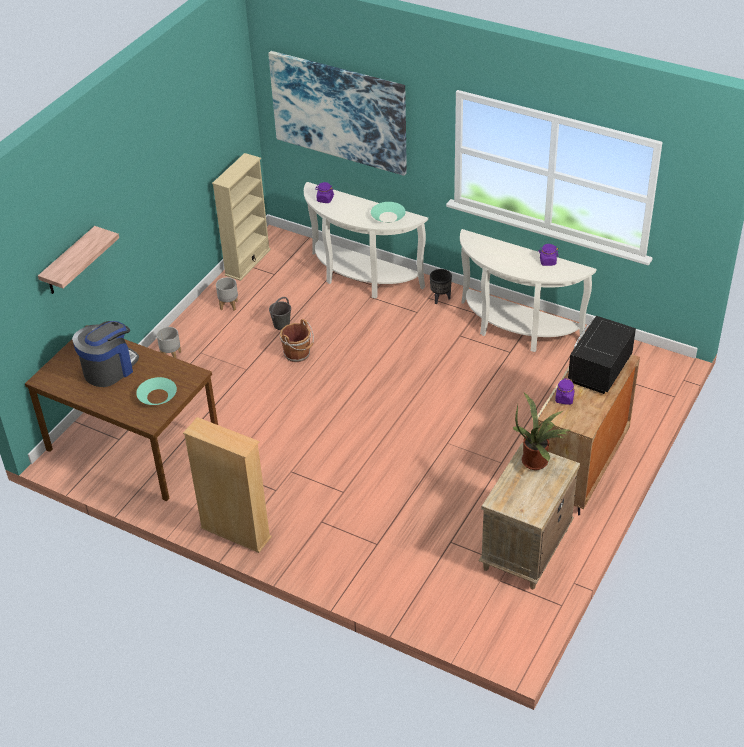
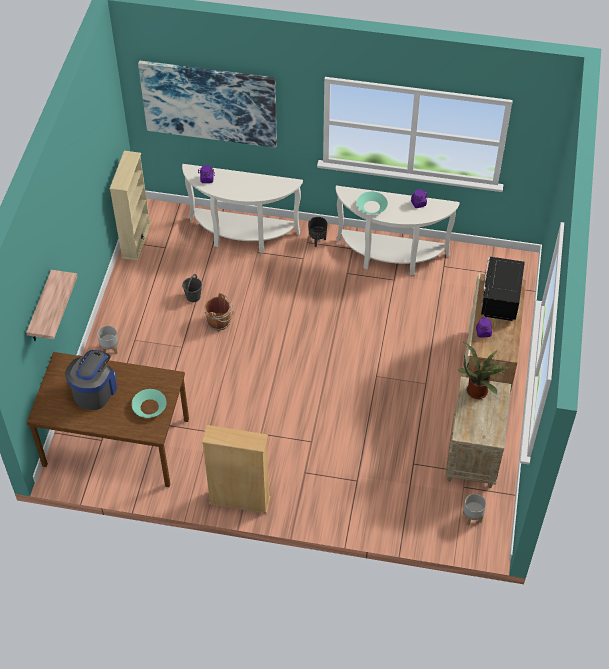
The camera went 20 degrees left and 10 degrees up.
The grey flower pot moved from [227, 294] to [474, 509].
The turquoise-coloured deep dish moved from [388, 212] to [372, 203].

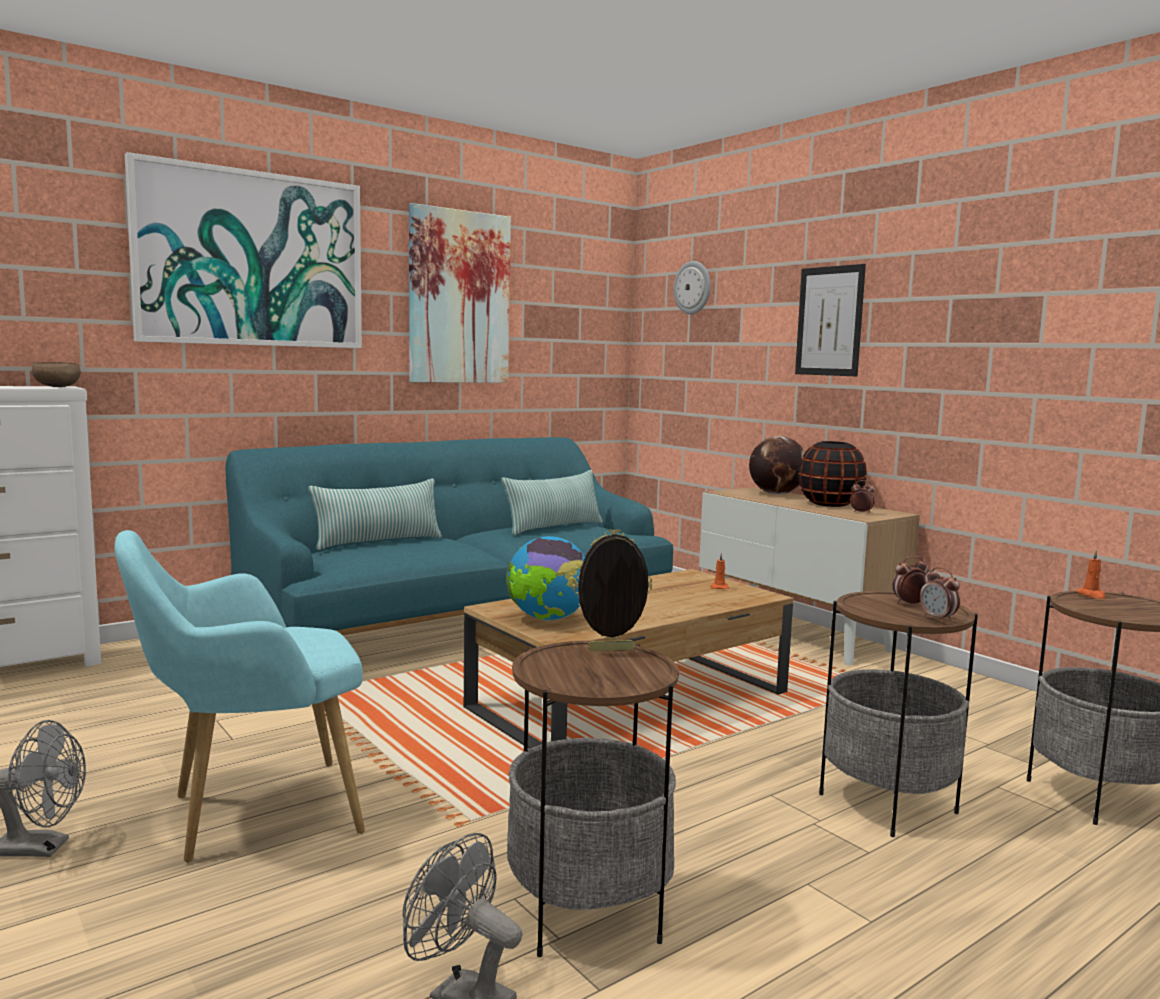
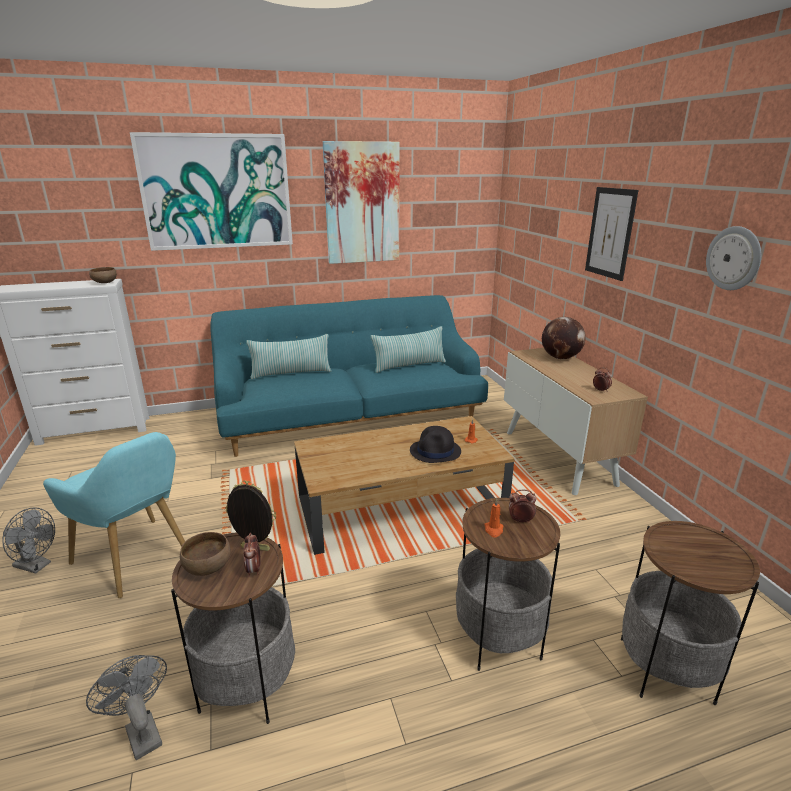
The camera went 20 degrees right and 15 degrees up.
The desk globe at [545, 578] disappeared.
The blackish flower vase at [832, 474] disappeared.
The brown-coloured deep dish at [205, 554] appeared.
The blackish hat at [435, 444] appeared.
The wall clock moved from [692, 287] to [733, 258].
The table clock moved from [940, 595] to [251, 555].
The orange candle moved from [1090, 574] to [493, 518].
The turquoise-coloured armchair at [239, 696] turned 135 degrees counterclockwise.

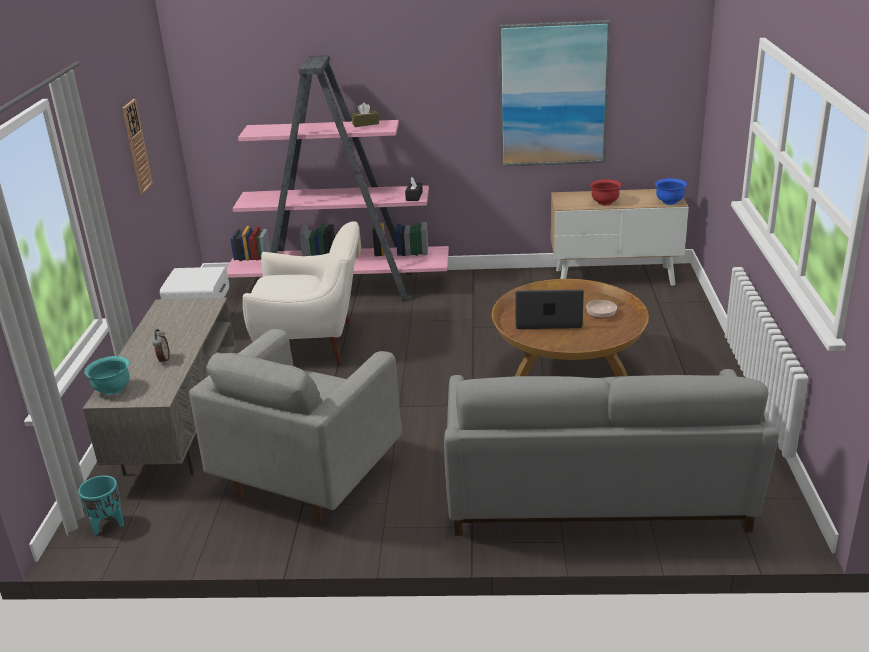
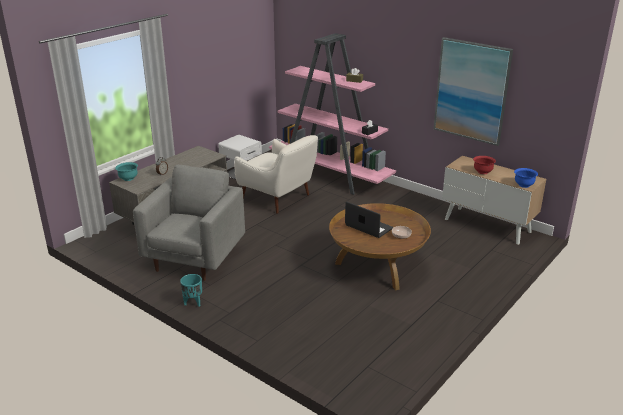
The camera went 35 degrees right and 0 degrees up.
The wall clock at [137, 147] disappeared.
The grey settee at [611, 452] disappeared.
The turquoise-coloured flower pot moved from [101, 505] to [191, 290].
The grey armchair at [295, 426] turned 135 degrees clockwise.

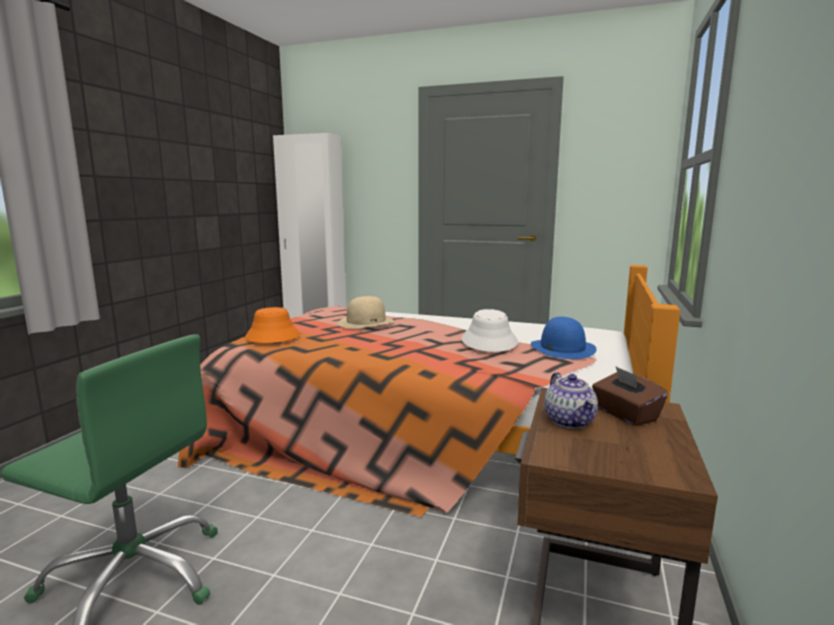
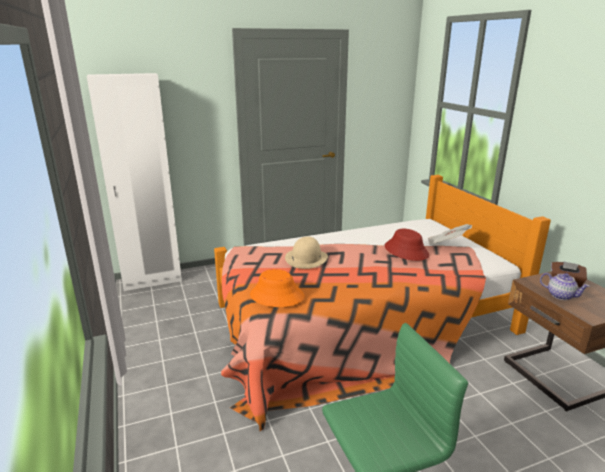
The camera went 40 degrees left and 10 degrees up.
The blue-coloured hat at [563, 338] was replaced by the daily paper at [450, 234].
The whitish hat at [490, 330] became the reddish hat at [407, 245].

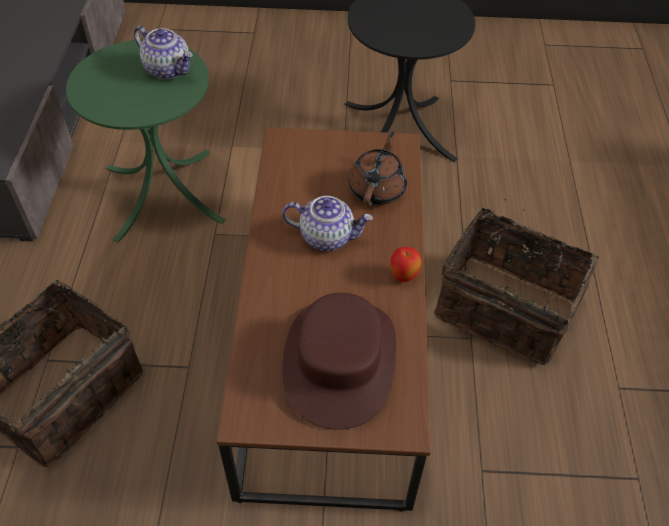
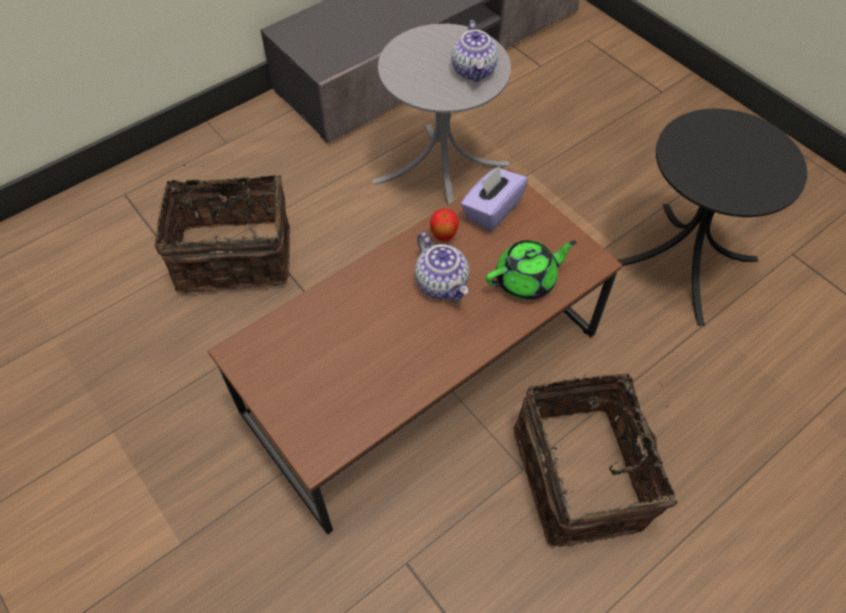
The camera went 50 degrees right and 5 degrees up.
The brown-coloured hat at [339, 361] disappeared.
The purple tissue holder at [494, 199] appeared.
The apple fruit moved from [406, 264] to [444, 225].
The green accent table at [146, 140] became the grey accent table at [441, 114].
The brown-coloured teapot at [377, 168] became the green teapot at [531, 270].

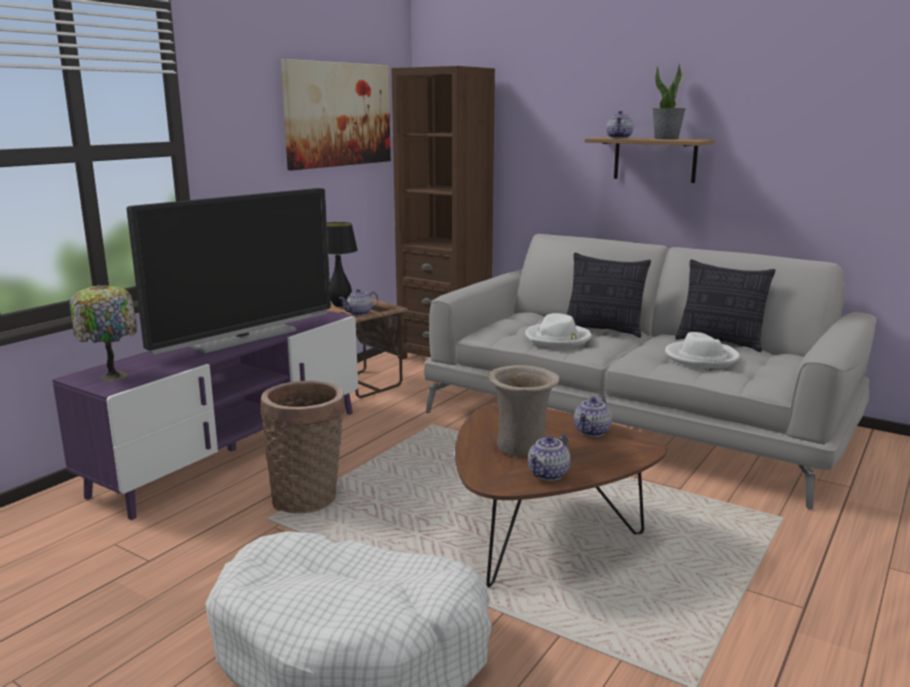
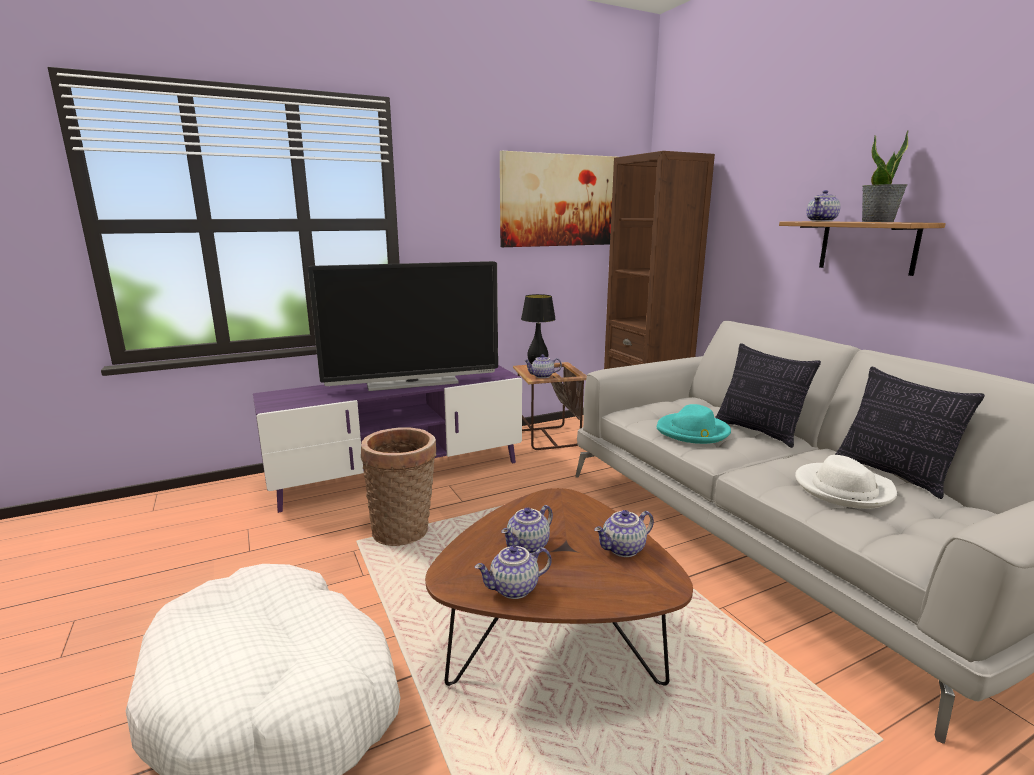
The camera went 30 degrees right and 0 degrees up.
The lamp for a table at [103, 333] disappeared.
The beige flower vase at [524, 411] was replaced by the teapot at [527, 529].
The whitish hat at [558, 330] became the turquoise-coloured hat at [694, 424].

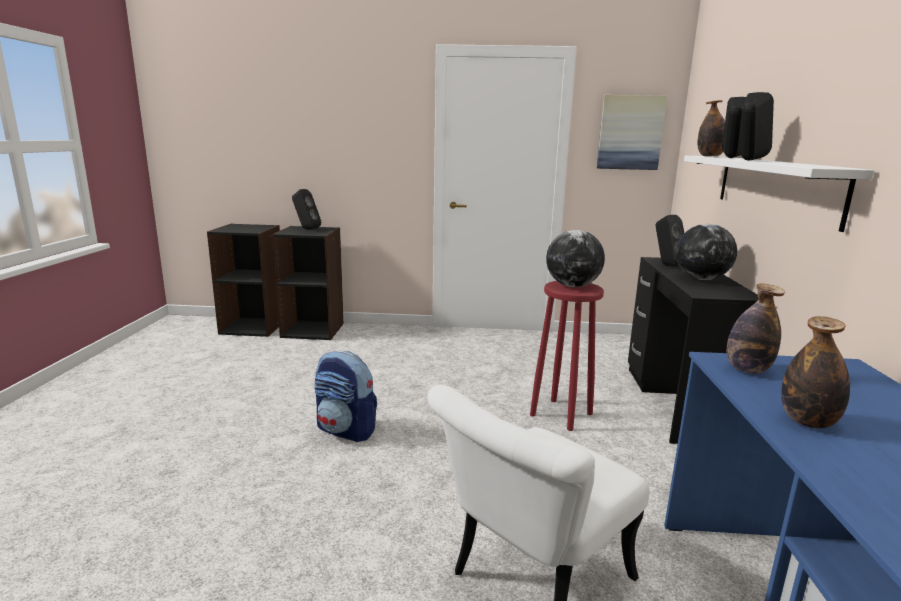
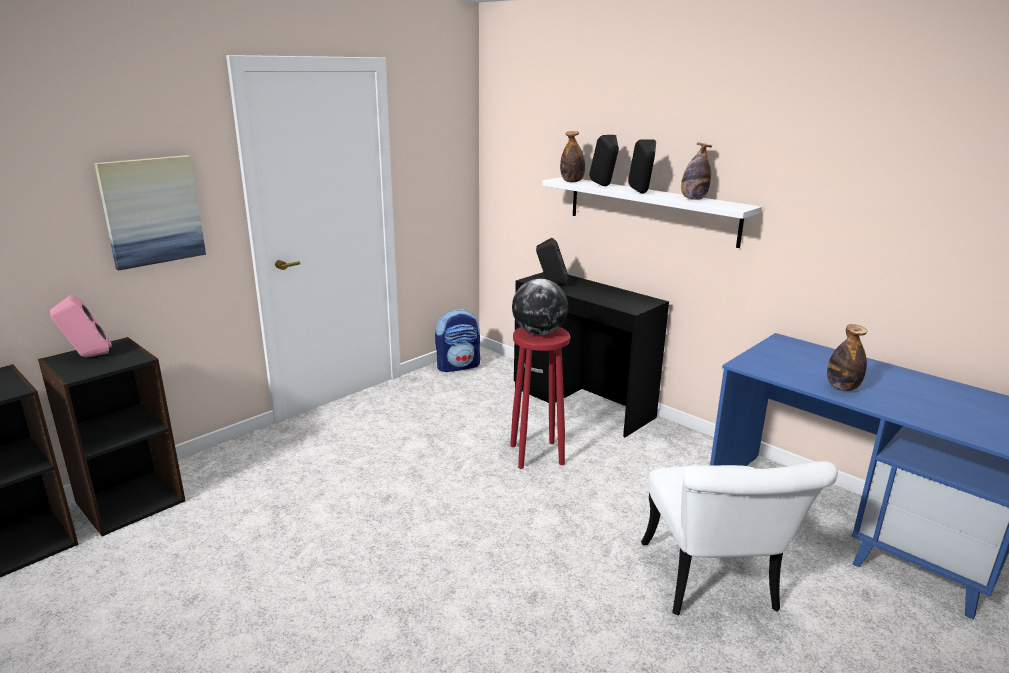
The camera went 50 degrees left and 5 degrees up.
The desk globe at [706, 252] disappeared.
The rucksack moved from [345, 396] to [457, 340].
The picture moved from [632, 132] to [150, 212].
The drink bottle moved from [756, 329] to [696, 171].
The blackish loudspeaker at [306, 209] became the pink-coloured loudspeaker at [81, 326].

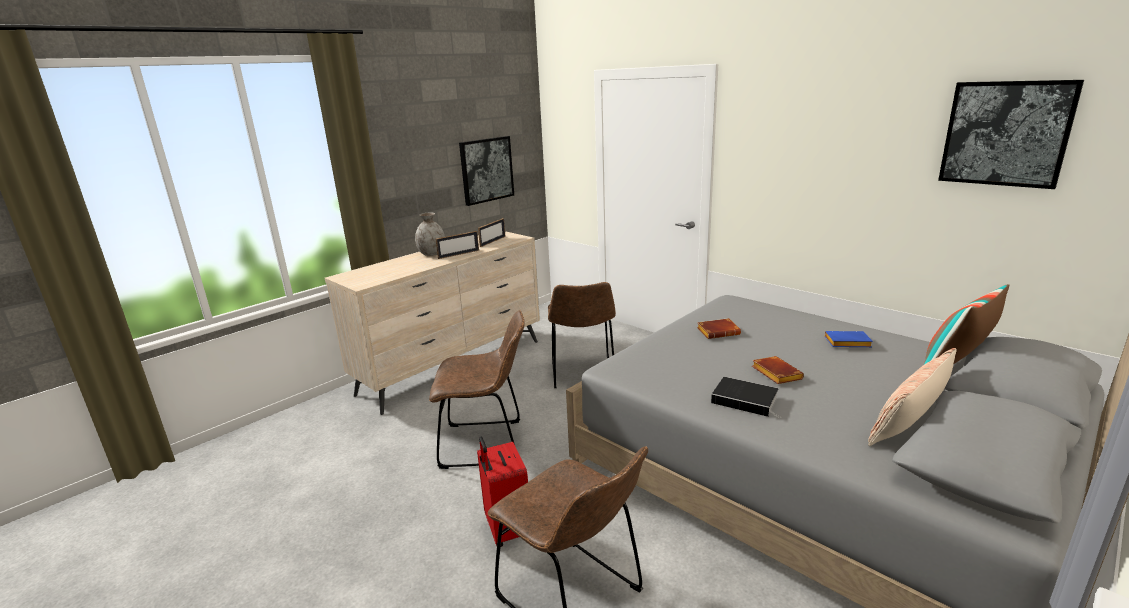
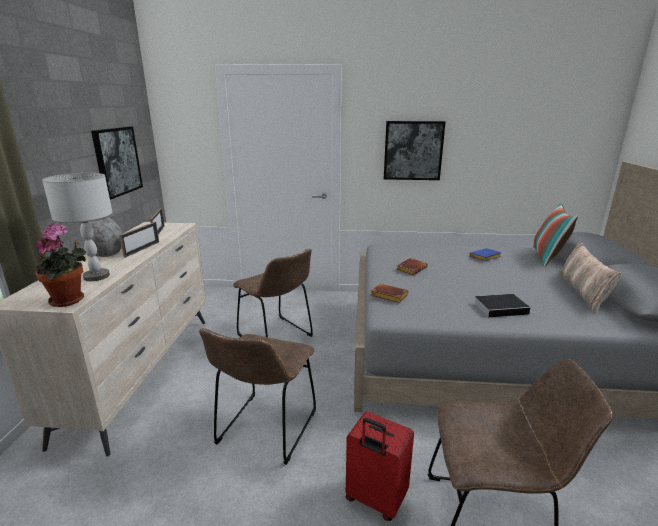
The camera went 40 degrees left and 0 degrees up.
The plant in a pot at [60, 265] appeared.
The grey lamp for a table at [77, 227] appeared.
The brown-coloured volume moved from [778, 370] to [389, 293].
The picture moved from [1011, 134] to [414, 150].
The brown-coloured upright chair at [477, 389] turned 150 degrees clockwise.

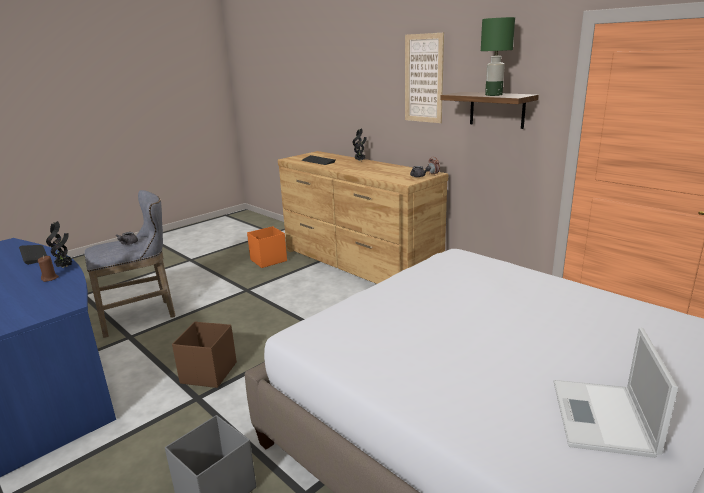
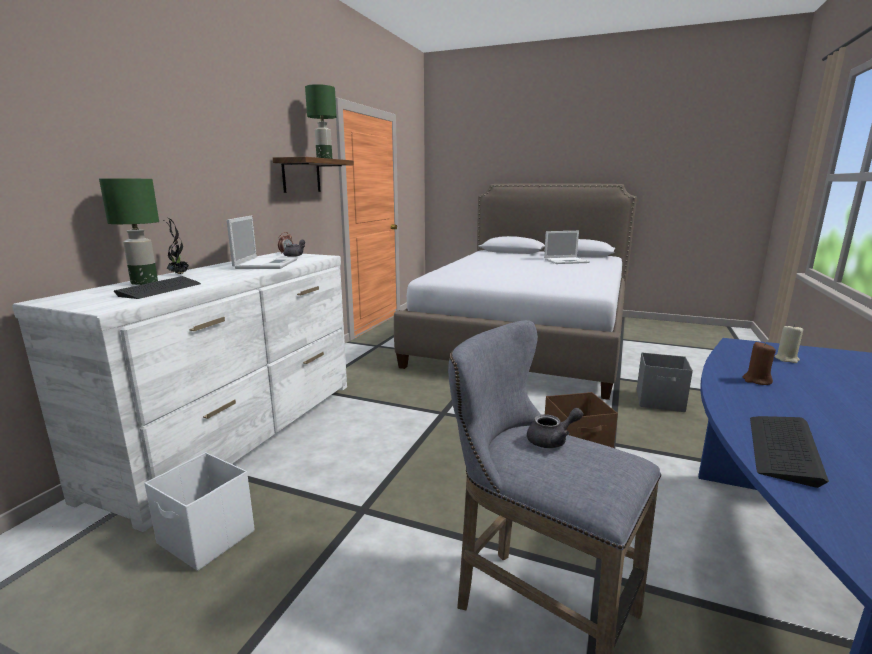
The camera went 115 degrees left and 5 degrees down.
The plant in a pot at [59, 244] disappeared.
The picture at [424, 78] disappeared.
The green lamp for a table at [129, 232] appeared.
The portable computer at [262, 242] appeared.
The beige candle at [789, 343] appeared.
The orange storage container at [267, 247] became the whitish storage container at [199, 511].
The brown-coloured chest of drawers at [363, 217] became the whitish chest of drawers at [179, 392].

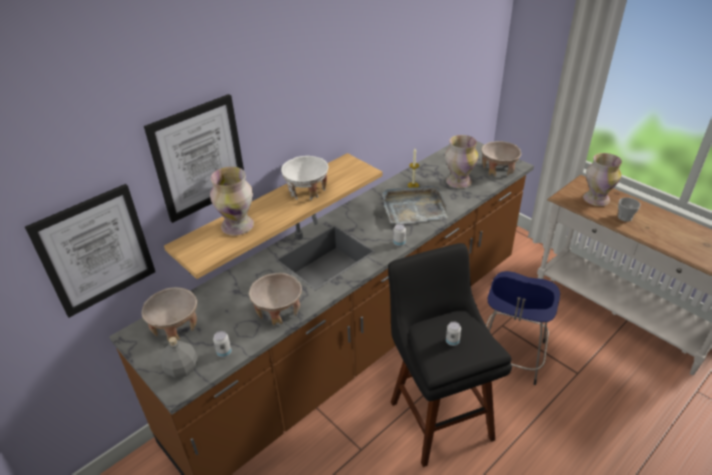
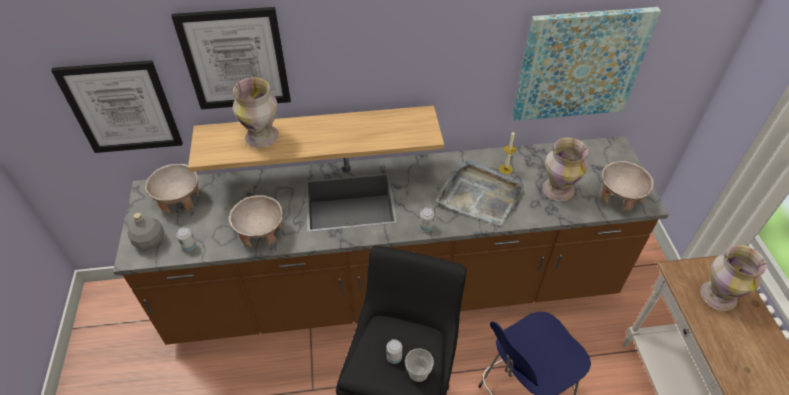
The camera went 35 degrees right and 10 degrees up.
The whitish deep dish at [304, 178] disappeared.
The picture at [587, 64] appeared.
The drinking cup moved from [629, 209] to [419, 365].

